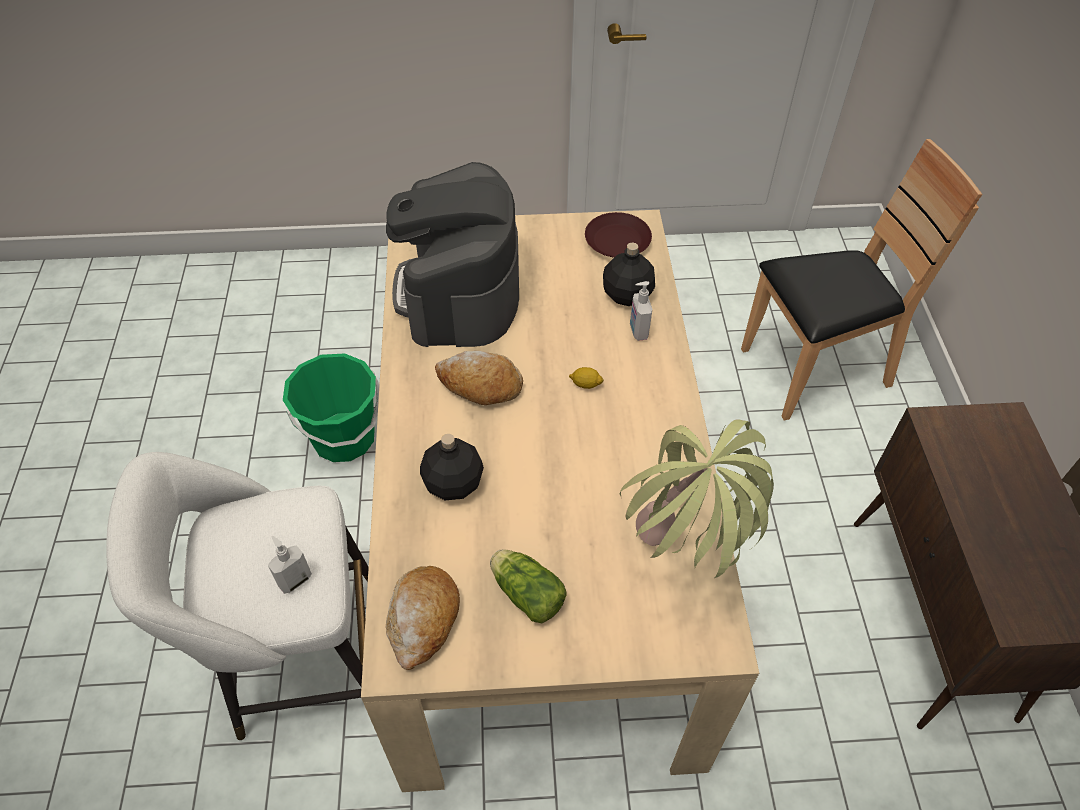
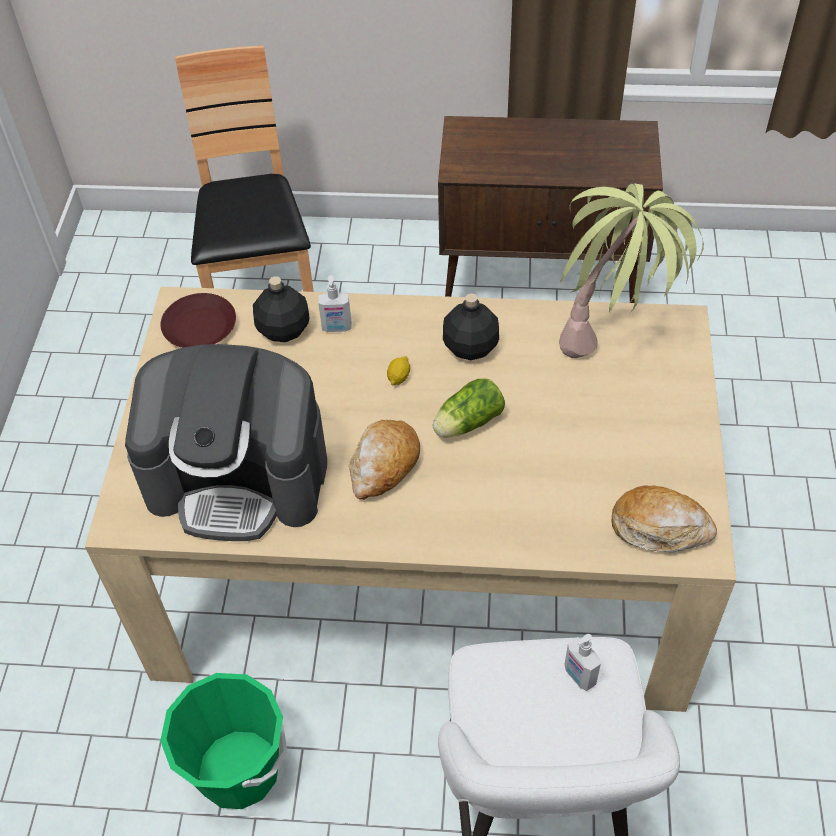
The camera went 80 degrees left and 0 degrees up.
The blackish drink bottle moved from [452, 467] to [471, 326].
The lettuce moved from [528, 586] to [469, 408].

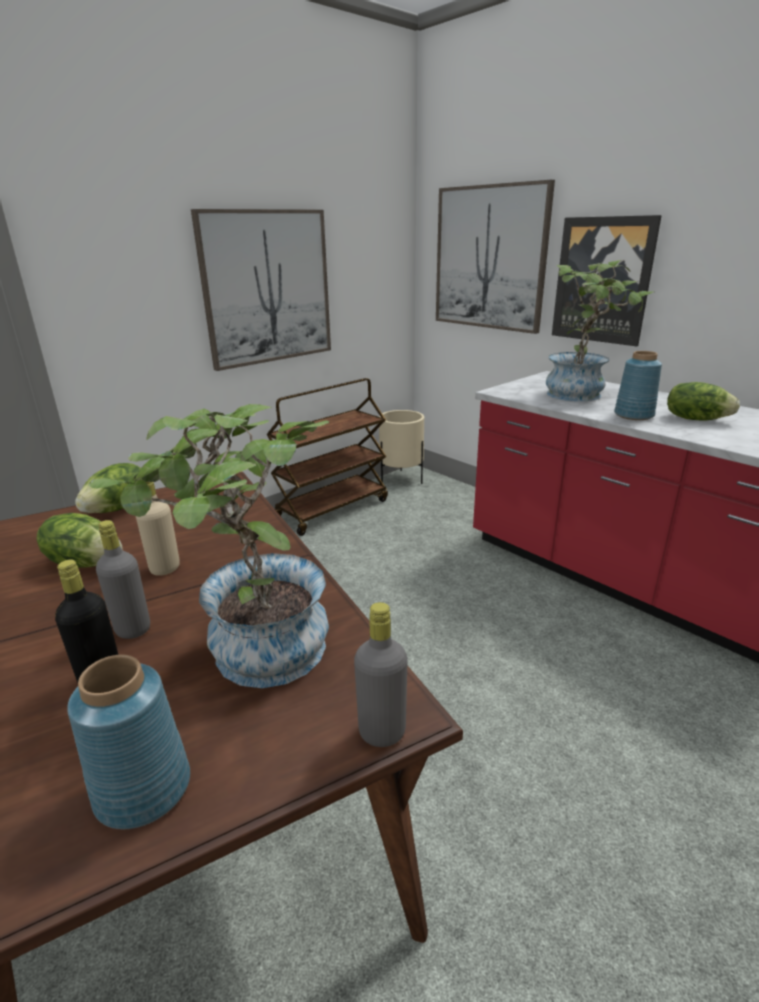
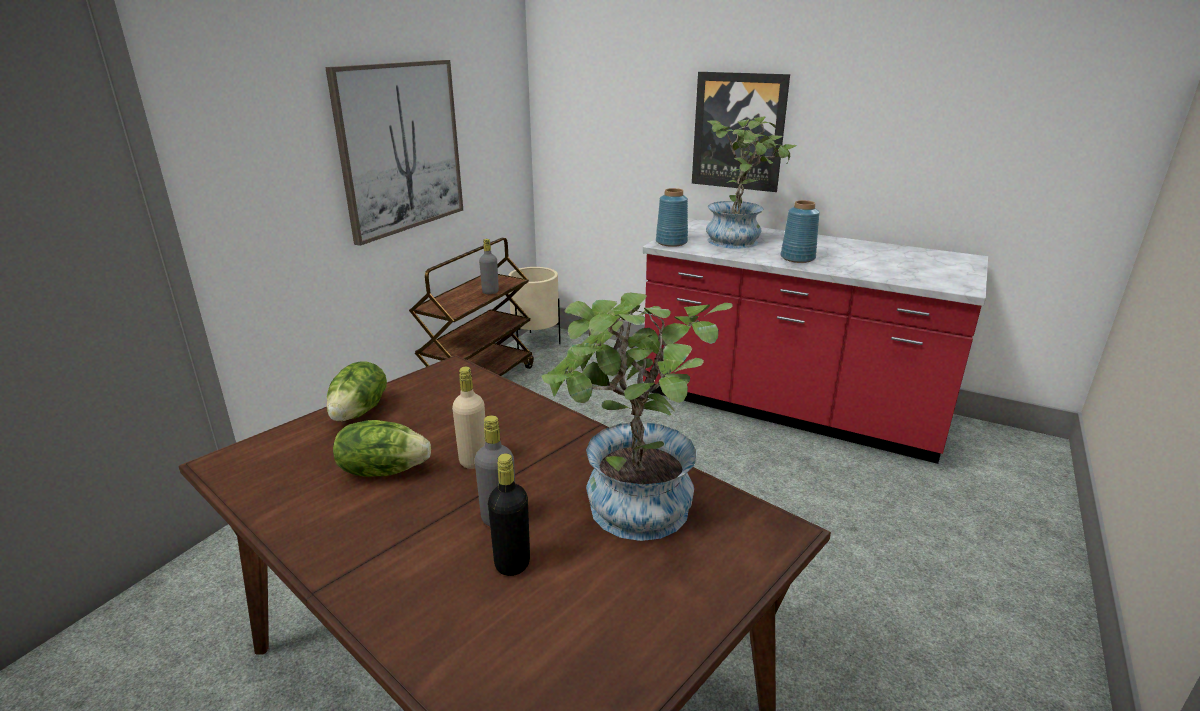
The camera went 20 degrees left and 0 degrees up.
The picture at [495, 257] disappeared.
The lettuce at [703, 401] disappeared.
The blue-coloured flower vase moved from [128, 741] to [672, 217].
The grey drink bottle moved from [381, 674] to [489, 266].

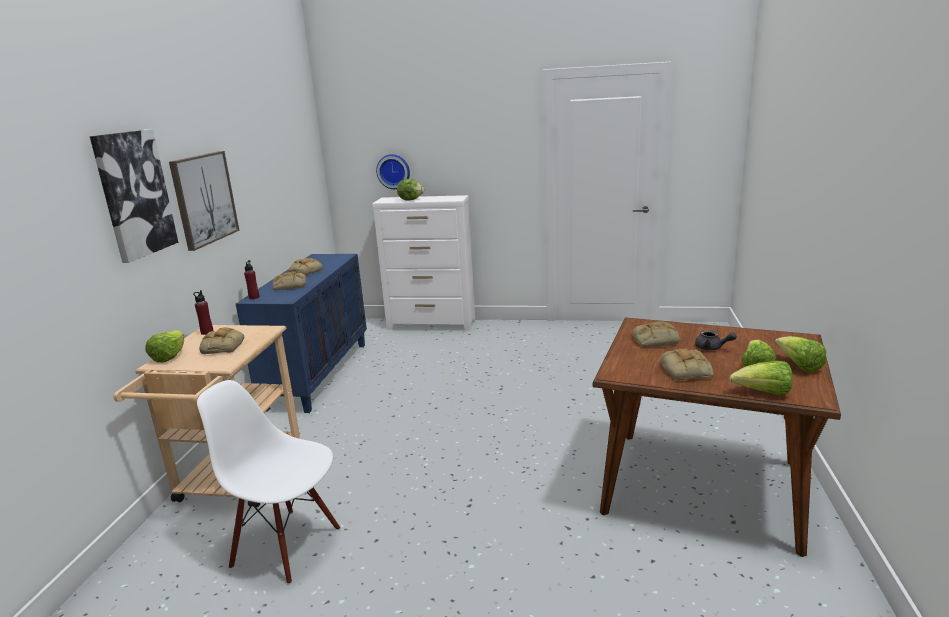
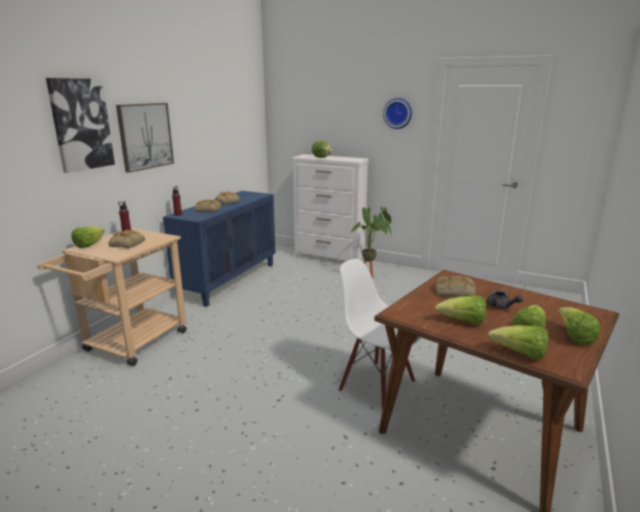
The camera went 15 degrees right and 0 degrees up.
The plant in a pot at [371, 242] appeared.
The whitish upright chair moved from [268, 482] to [380, 334].
The wall clock moved from [393, 171] to [397, 113].
The baked bread at [687, 364] was replaced by the lettuce at [460, 309].

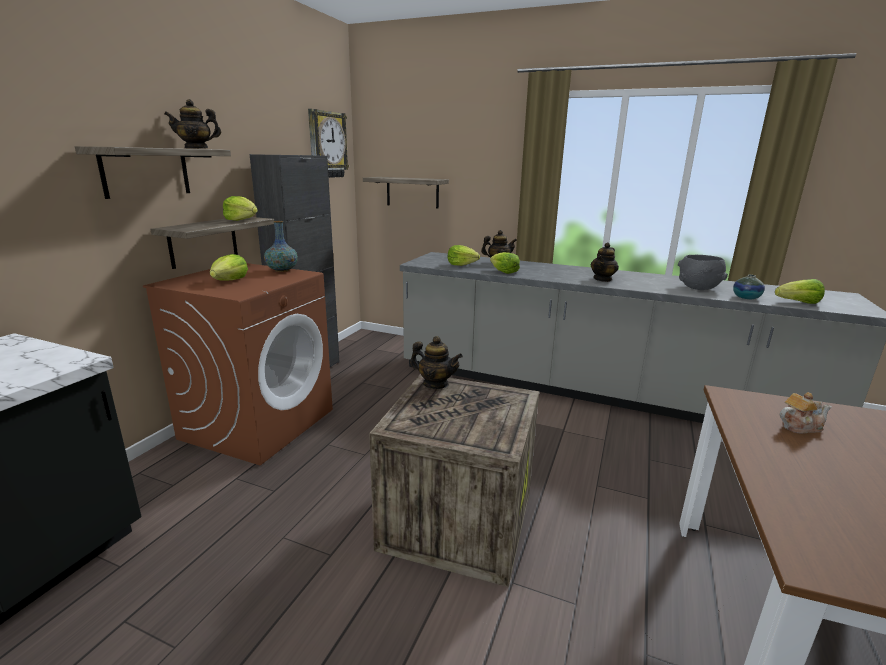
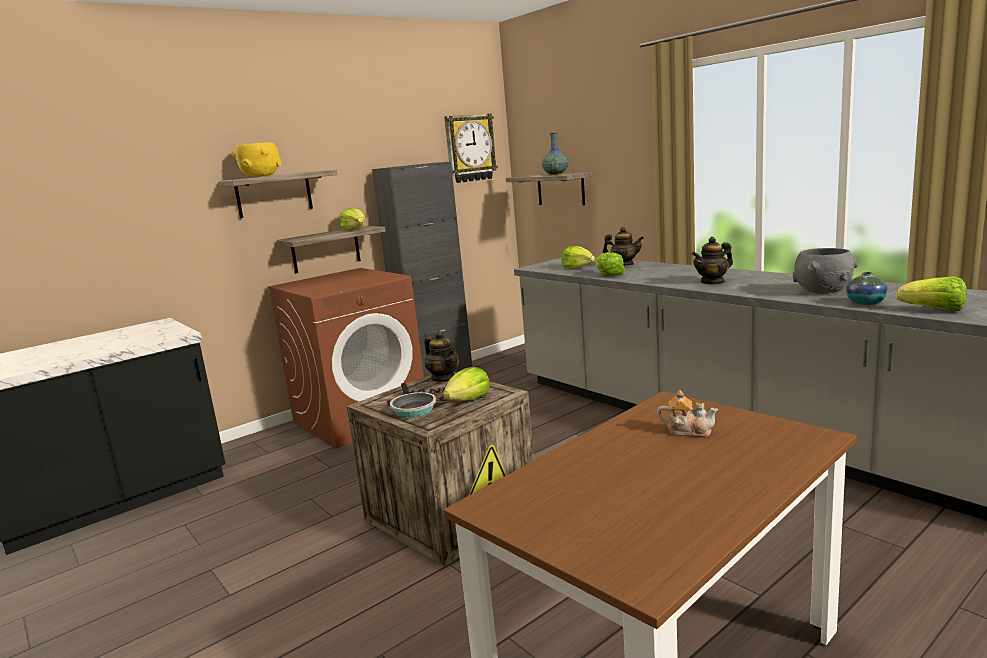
The camera went 30 degrees right and 5 degrees down.
The teapot at [192, 124] disappeared.
The yellow deep dish at [256, 159] appeared.
The skillet at [413, 400] appeared.
The lettuce moved from [229, 267] to [466, 384].
The flower vase moved from [281, 246] to [555, 153].

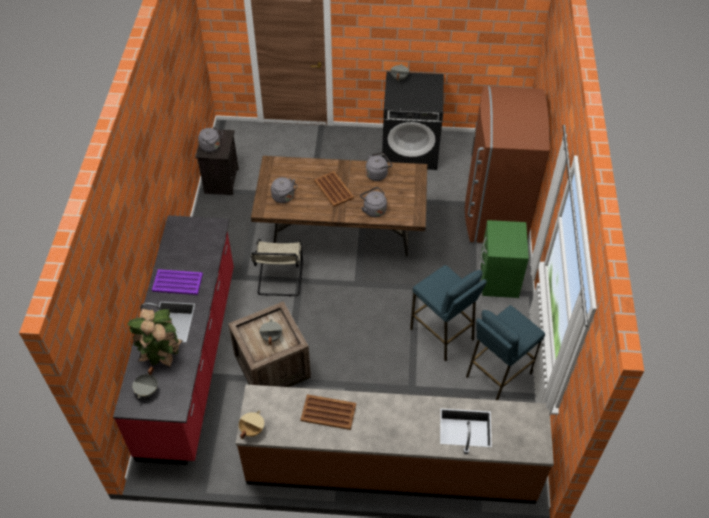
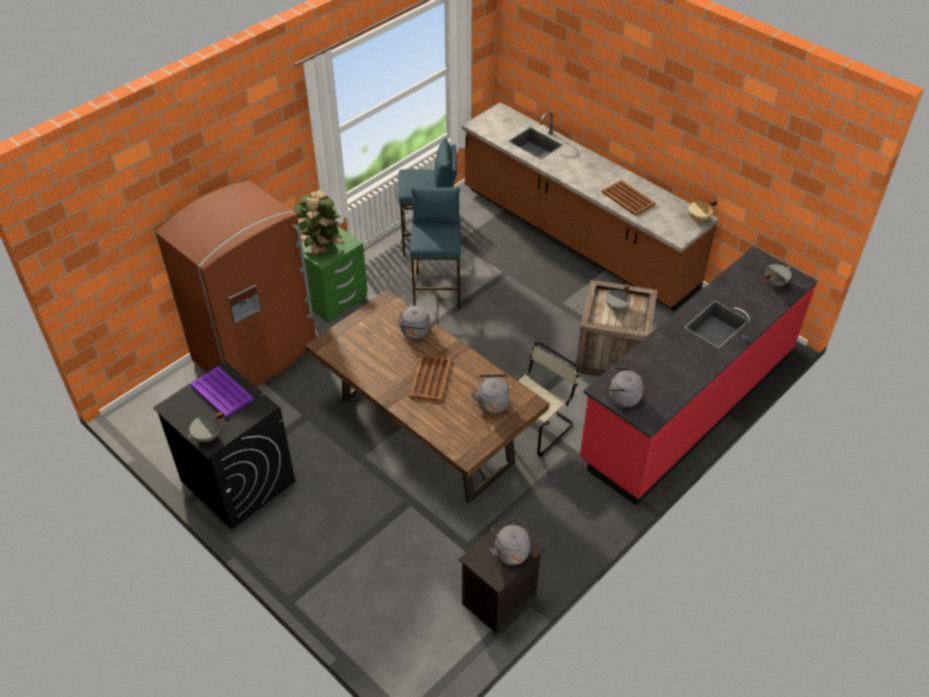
The camera went 140 degrees left and 5 degrees down.
The plant in a pot moved from [155, 338] to [319, 223].
The purple carrying tray moved from [177, 282] to [222, 392].
The grey water kettle moved from [379, 166] to [625, 387].

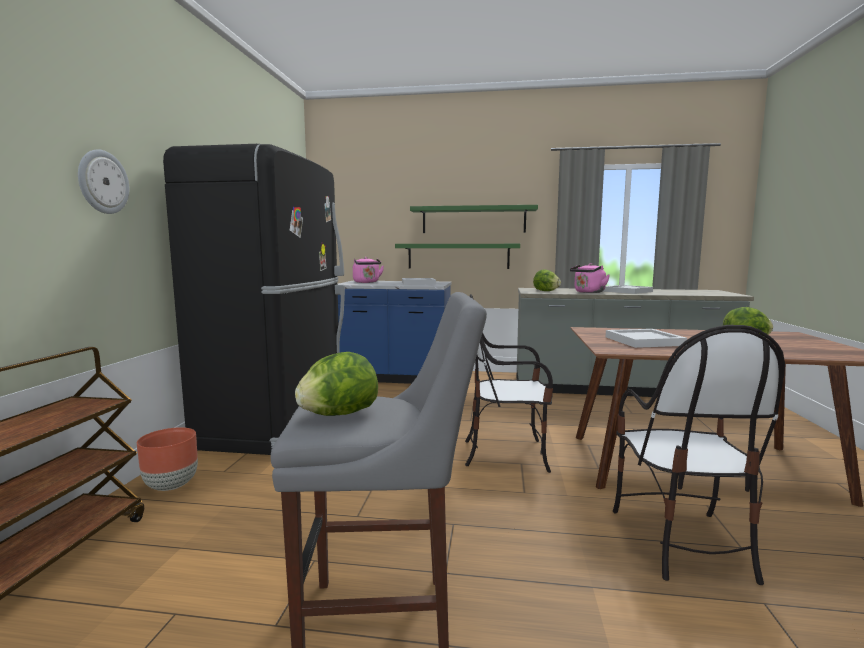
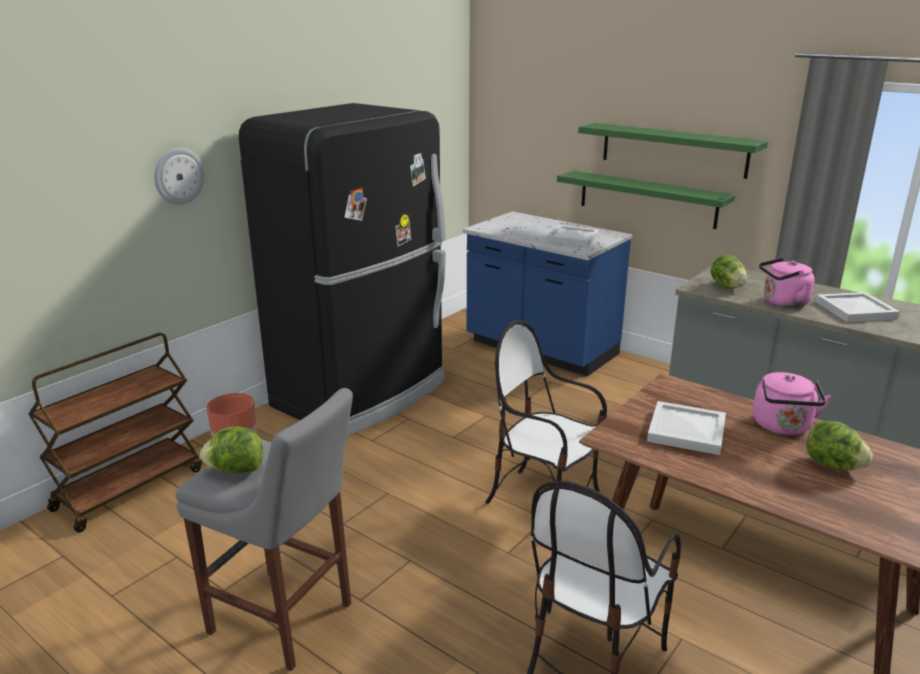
The camera went 30 degrees right and 15 degrees up.
The pink-coloured water kettle moved from [368, 270] to [792, 403].

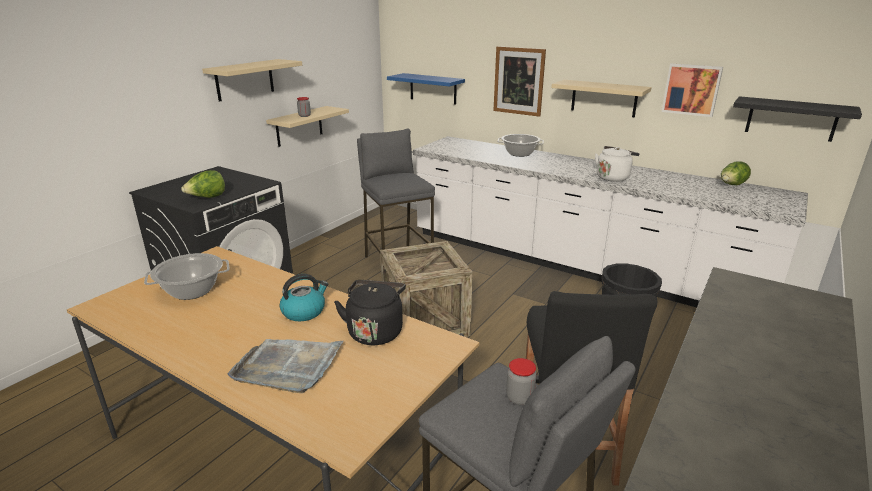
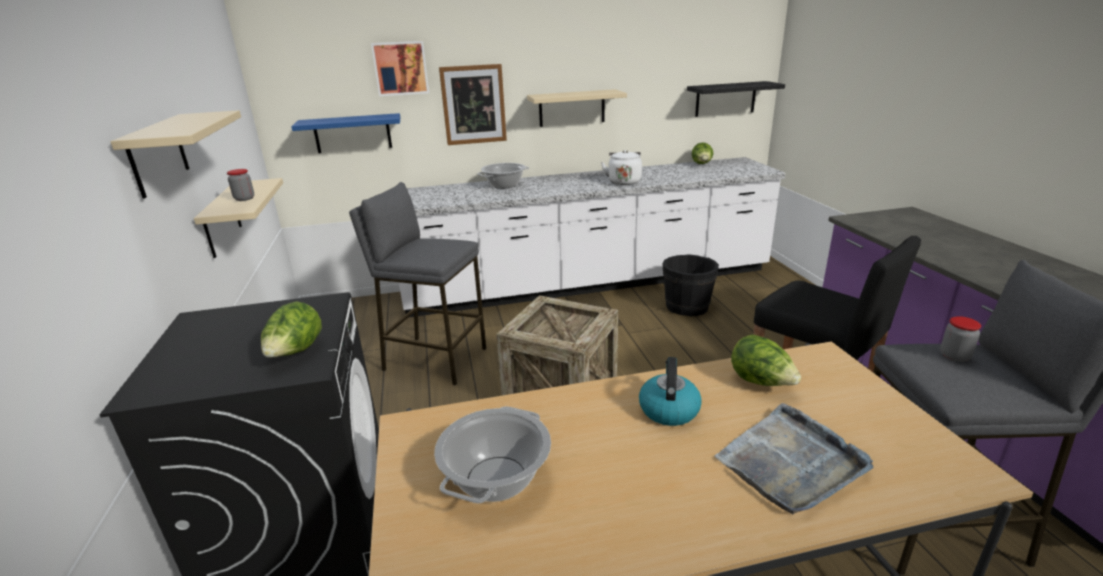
The camera went 45 degrees left and 0 degrees up.
The picture moved from [692, 90] to [400, 68].
The blackish water kettle at [370, 312] was replaced by the lettuce at [766, 360].

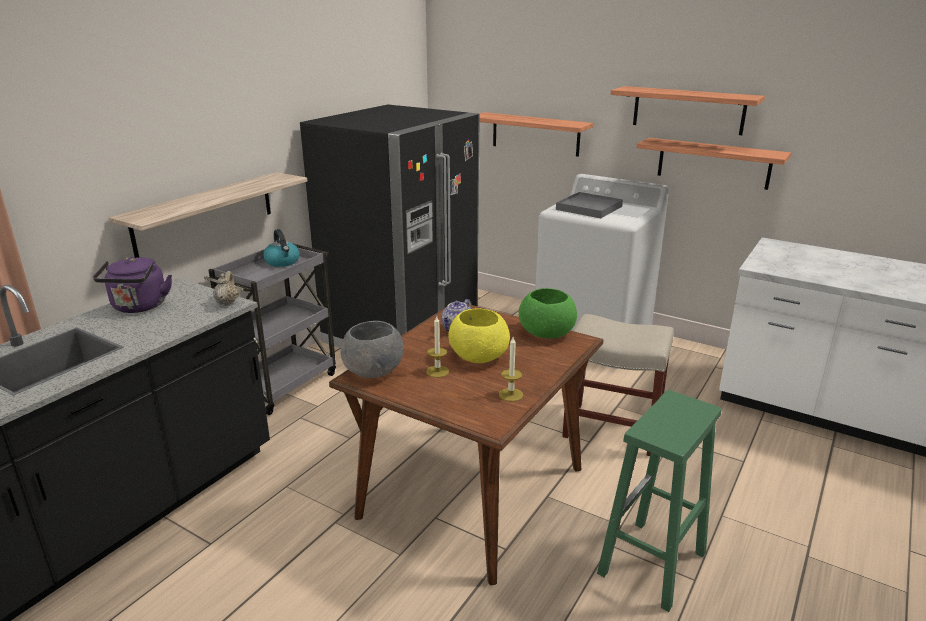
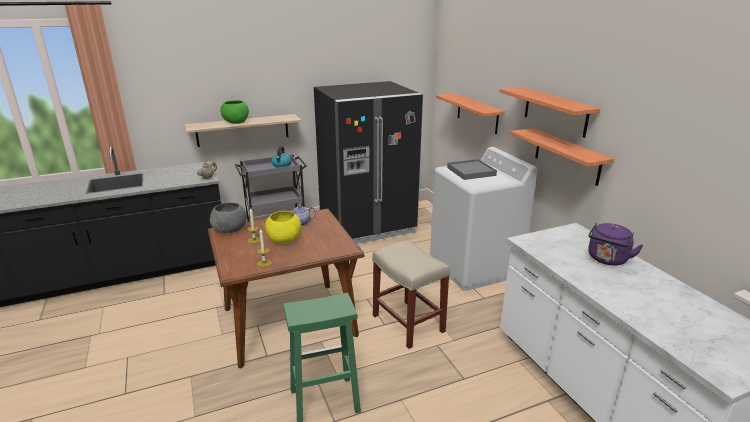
The camera went 35 degrees right and 0 degrees up.
The purple water kettle moved from [132, 285] to [615, 244].
The green deep dish moved from [548, 313] to [235, 112].

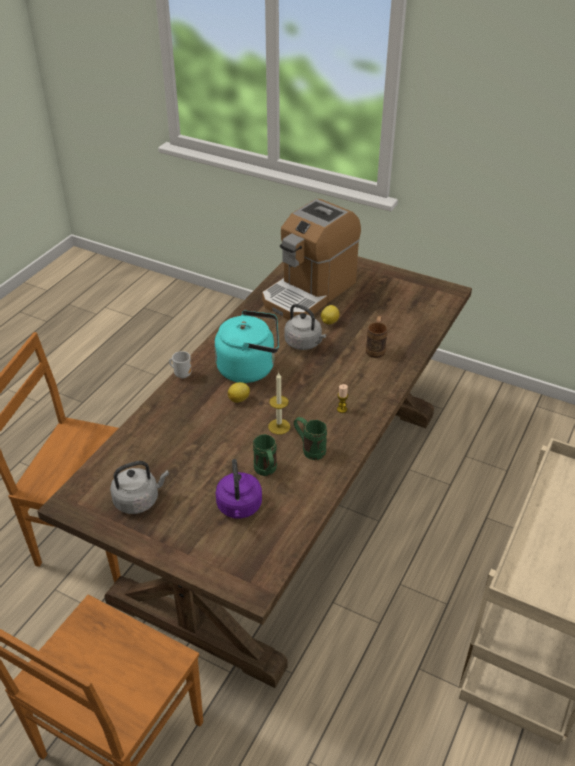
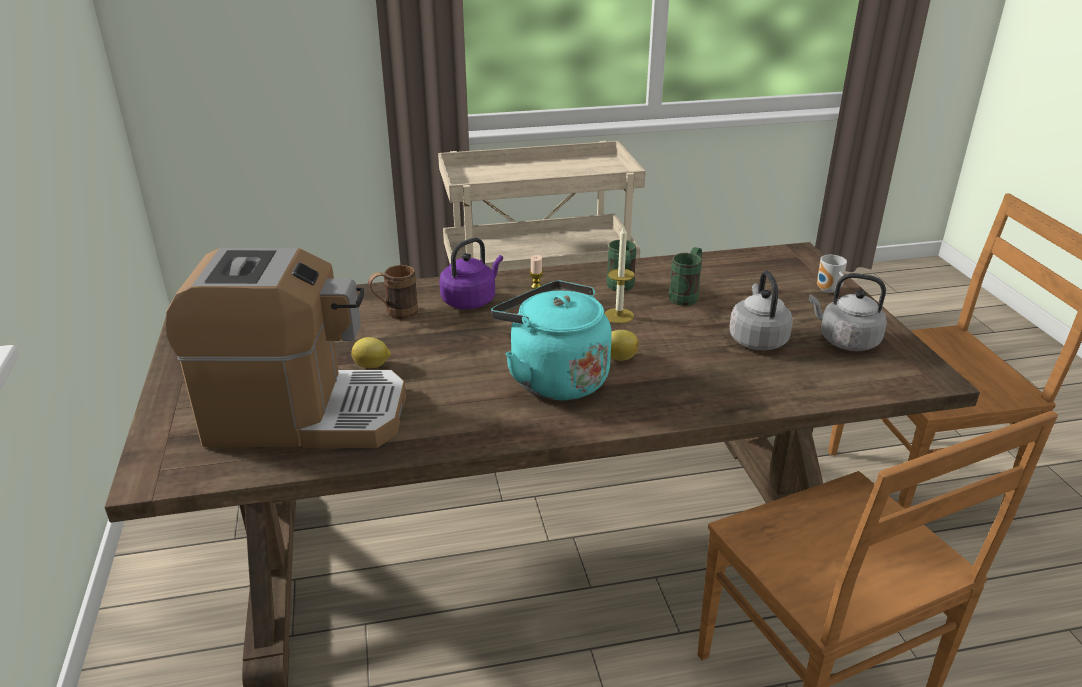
The camera went 130 degrees left and 10 degrees down.
The mug moved from [180, 364] to [832, 274].
The purple water kettle moved from [239, 489] to [471, 273].
The grey water kettle moved from [305, 327] to [761, 311].

